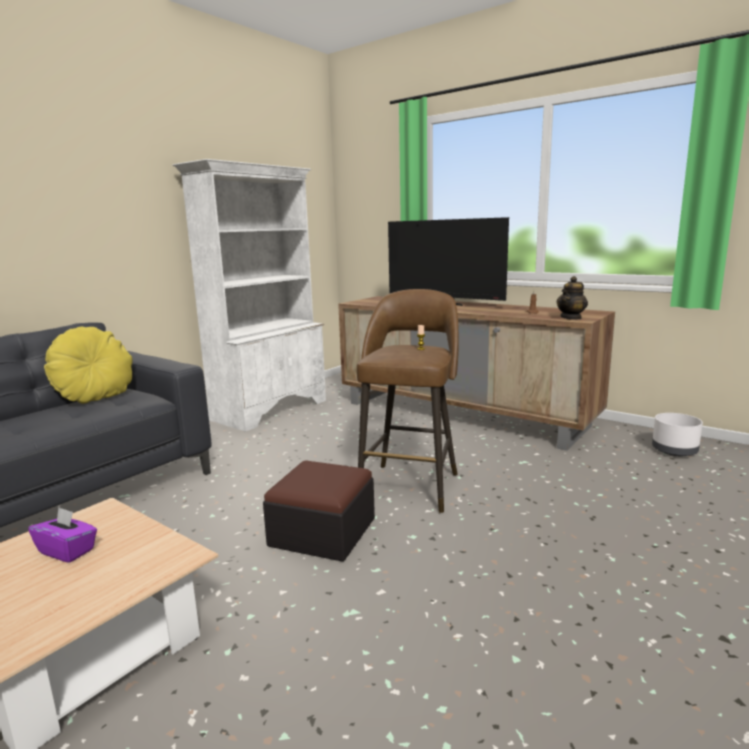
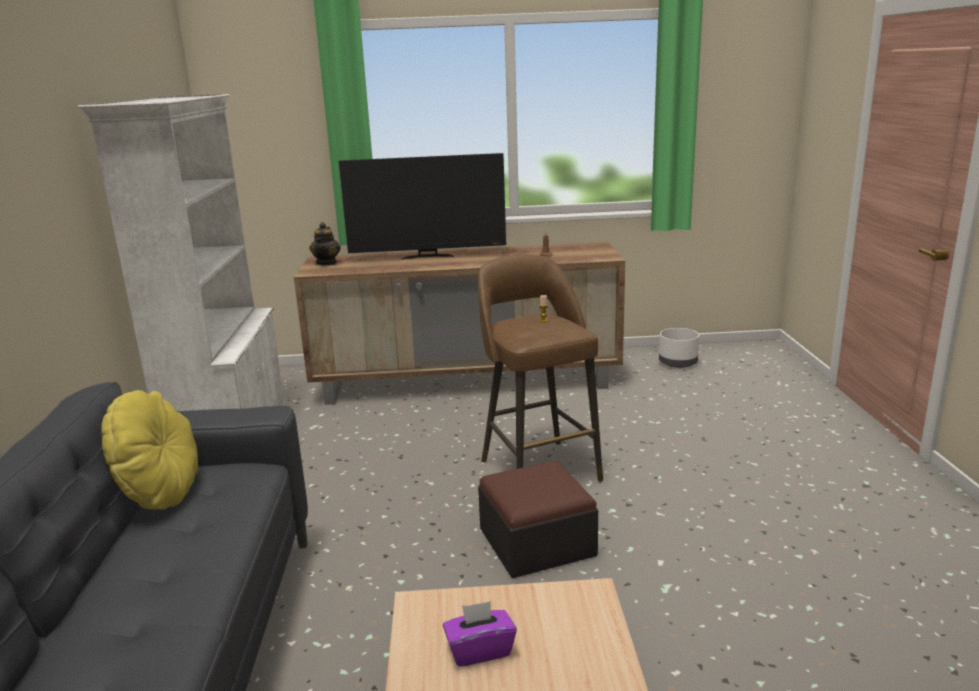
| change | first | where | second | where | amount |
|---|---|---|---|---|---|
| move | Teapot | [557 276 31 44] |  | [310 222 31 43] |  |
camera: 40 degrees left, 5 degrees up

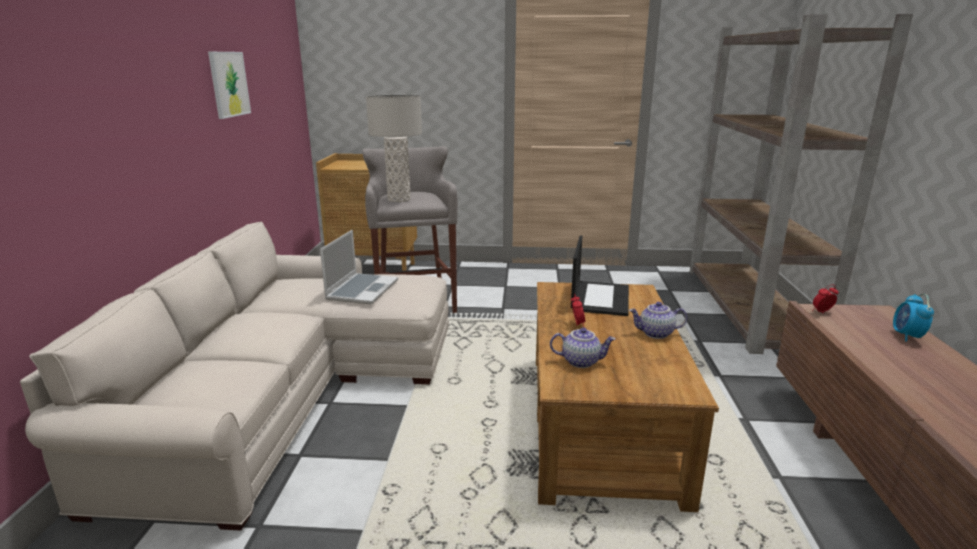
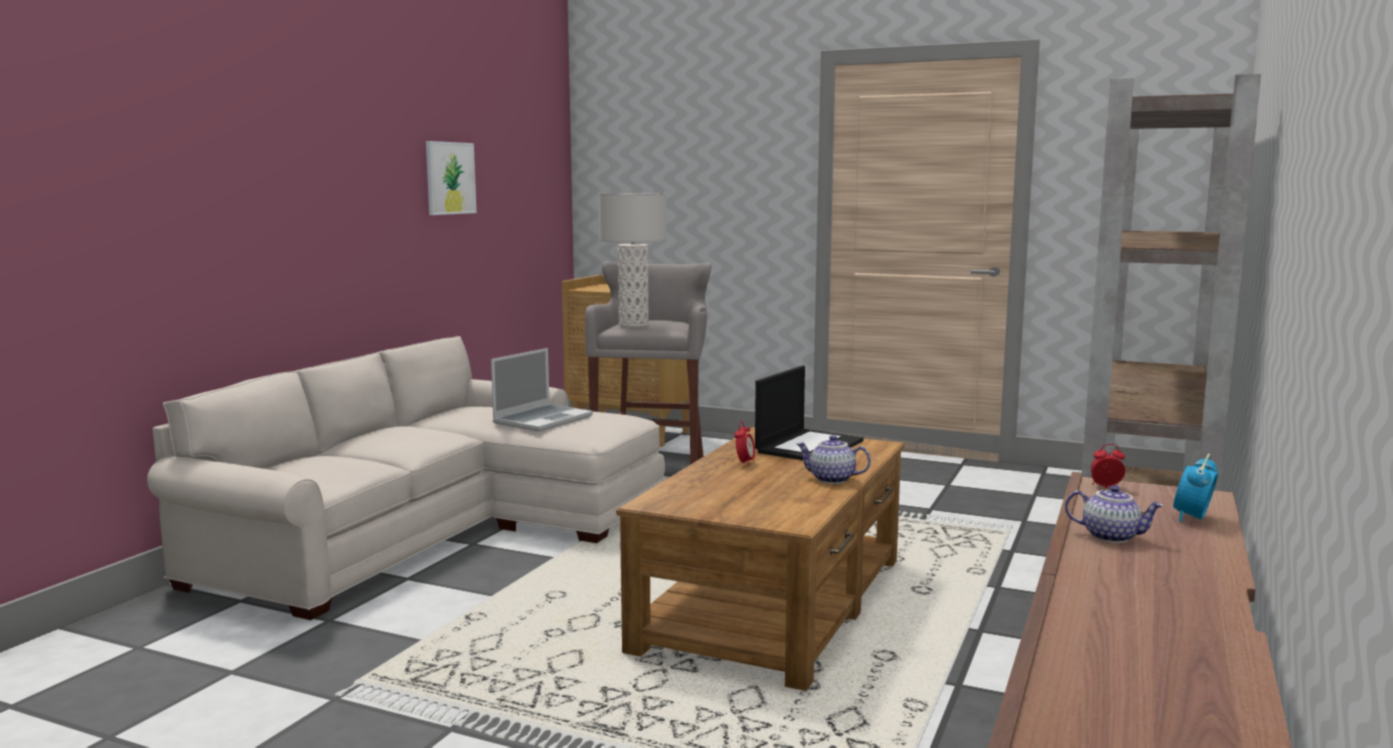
| change | first | where | second | where | amount |
|---|---|---|---|---|---|
| move | Teapot | [550 327 66 41] |  | [1065 485 99 58] |  |
camera: 20 degrees right, 10 degrees down

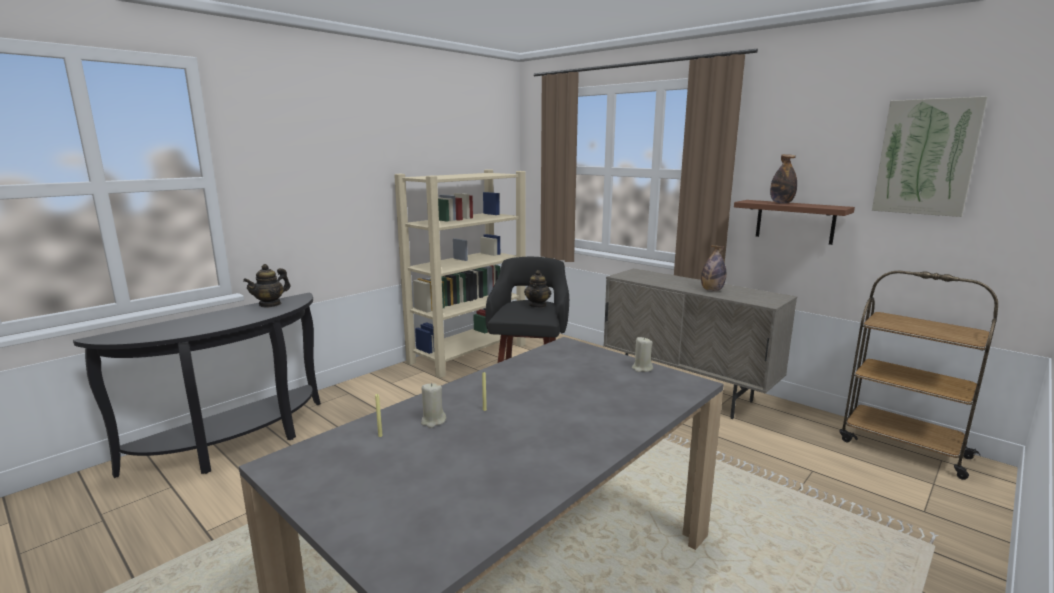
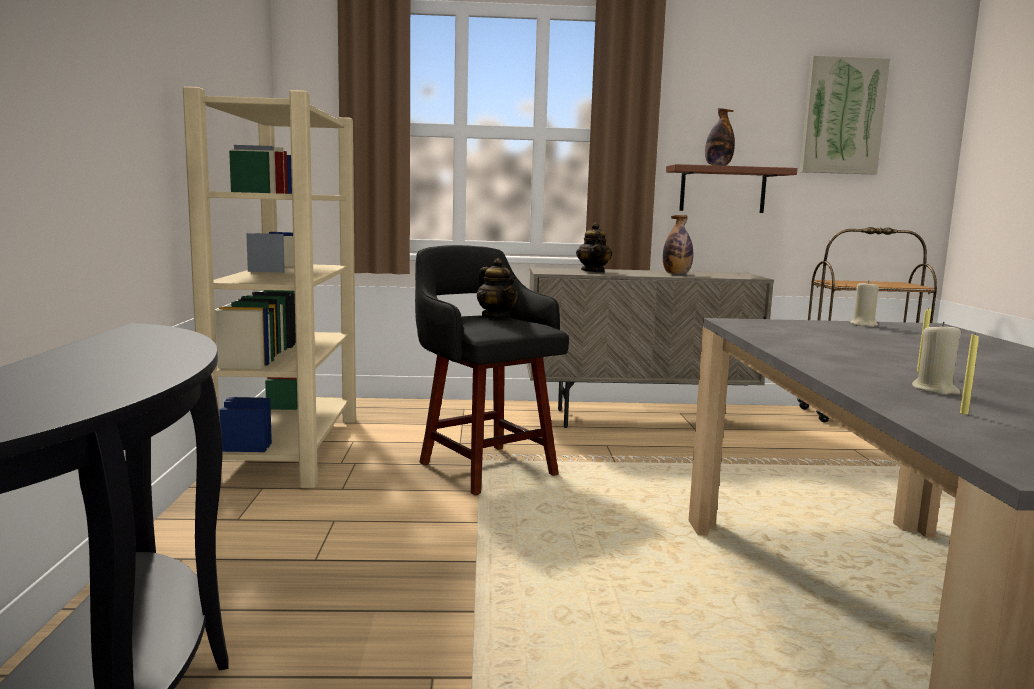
| change | first | where | second | where | amount |
|---|---|---|---|---|---|
| move | Teapot | [243 264 47 44] |  | [576 223 36 50] |  |
camera: 45 degrees left, 5 degrees down

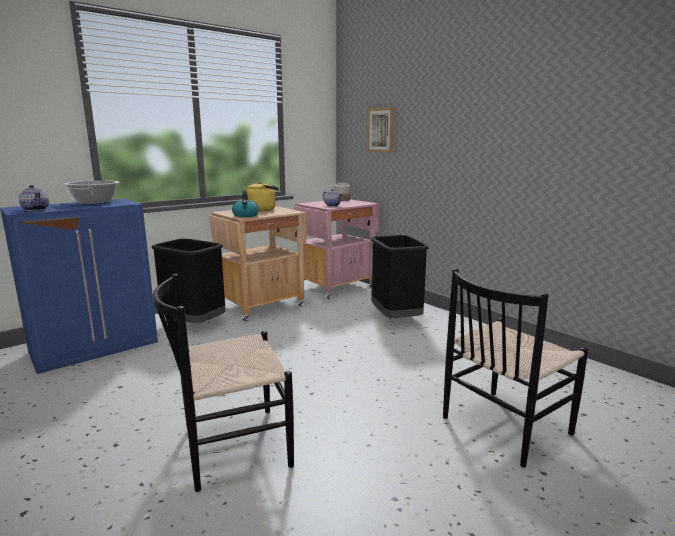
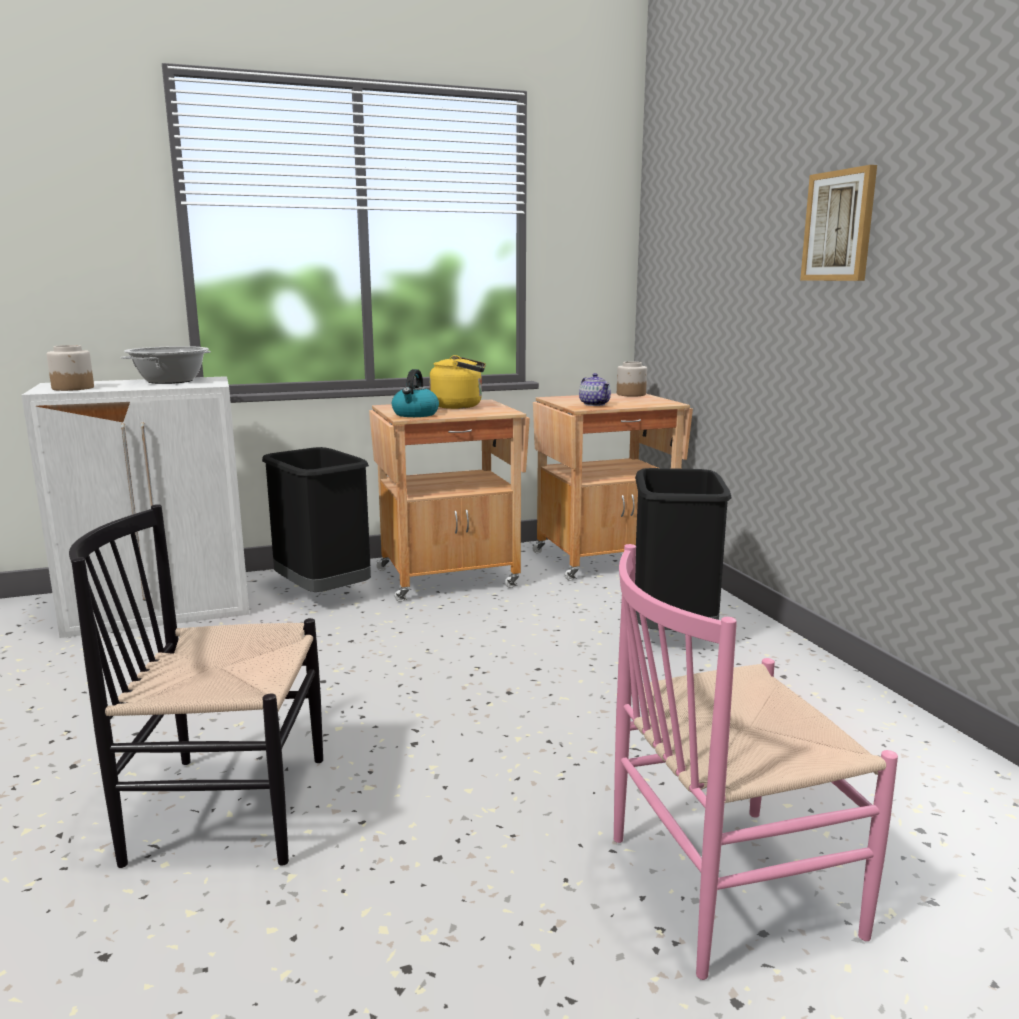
| change | first | where | second | where | amount |
|---|---|---|---|---|---|
| recolor | BlueCupboard | [0 199 158 175] | WhitishCupboard | [22 376 228 262] |  |
| replace | Teapot | [19 185 30 26] | Jar | [47 345 47 46] |  |
| recolor | PinkCart | [294 199 86 102] | BrownCart | [532 393 161 188] |  |
| move | WallPicture | [367 107 28 45] |  | [800 165 77 116] |  |
| recolor | BlackColouredPlainChair | [443 268 145 200] | PinkPlainChair | [614 544 284 436] |  |
camera: 20 degrees right, 0 degrees up

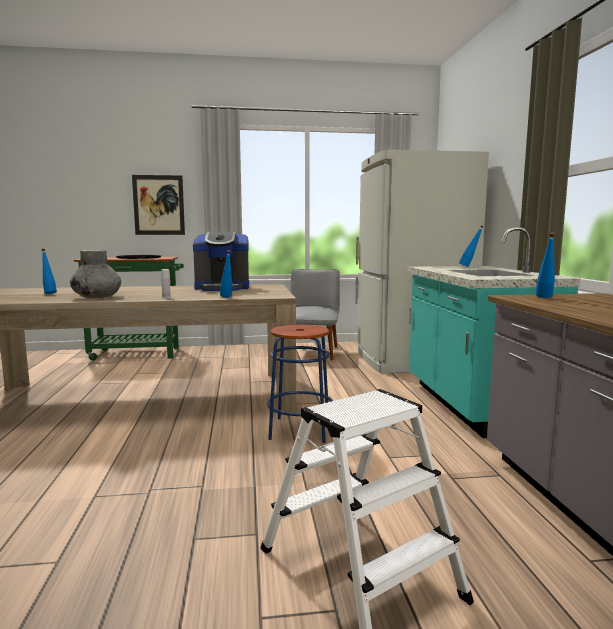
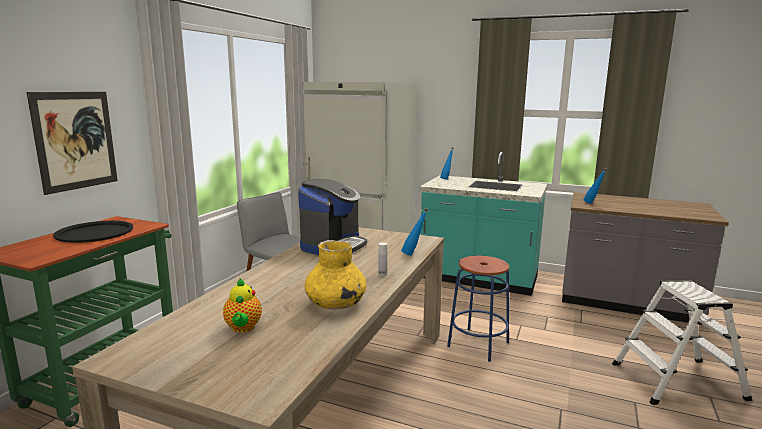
| change | first | where | second | where | amount |
|---|---|---|---|---|---|
| replace | BlueBottle | [41 249 16 45] | Teapot | [223 278 39 55] |  |
| recolor | GreyVase | [70 250 51 48] | YellowColouredVase | [305 240 61 70] |  |
camera: 60 degrees left, 5 degrees up

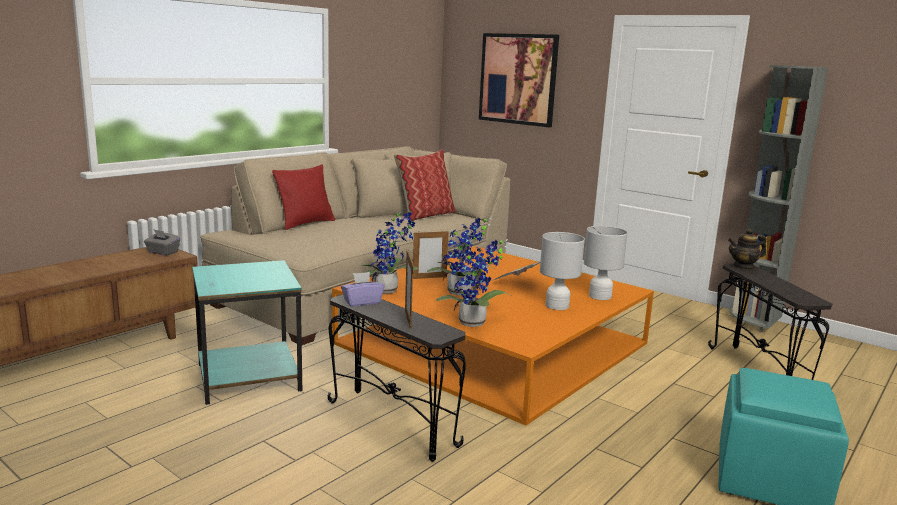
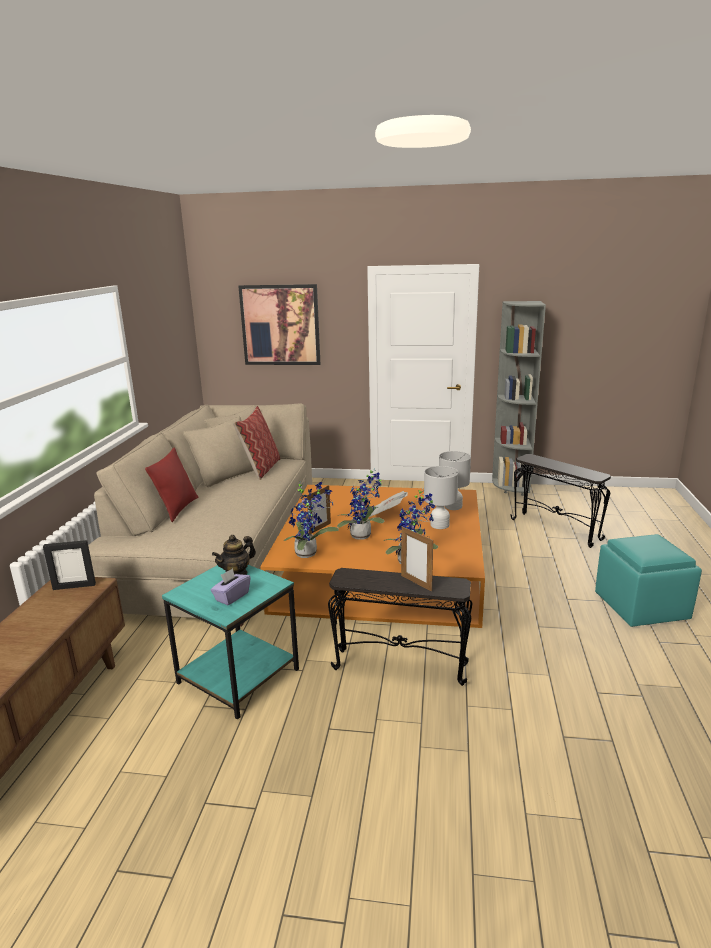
| change | first | where | second | where | amount |
|---|---|---|---|---|---|
| replace | GreyBoxOfTissues | [144 229 36 26] | PictureFrame | [43 540 53 50] |  |
| move | PurplishBoxOfTissues | [341 272 44 35] |  | [211 568 40 37] |  |
| move | Teapot | [728 228 39 42] |  | [212 535 44 40] |  |
camera: 30 degrees left, 5 degrees up

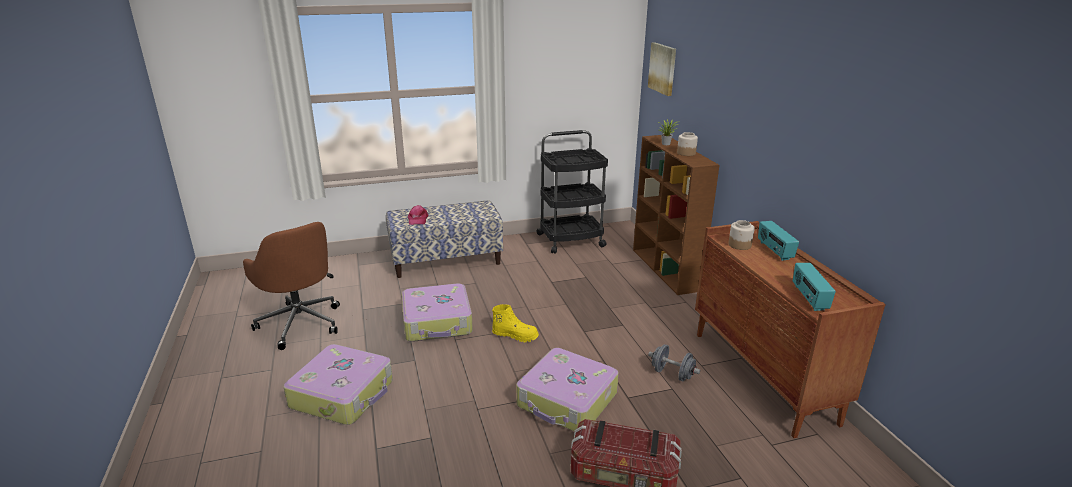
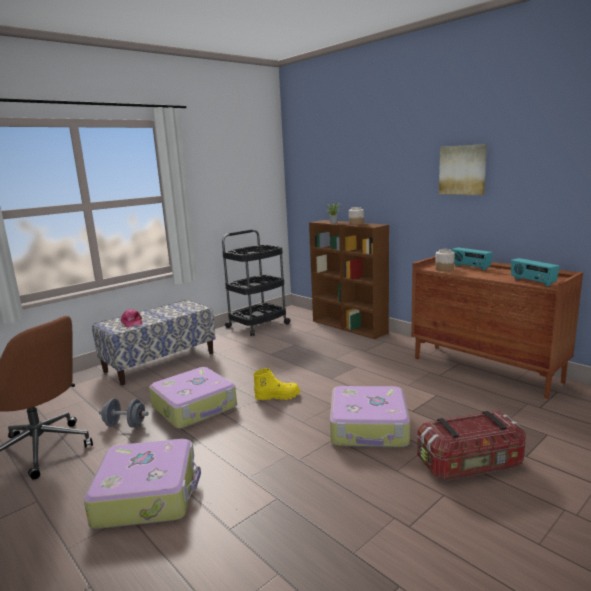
| change | first | where | second | where | amount |
|---|---|---|---|---|---|
| move | WallPicture | [648 42 28 54] |  | [439 144 48 51] |  |
| move | GreyFreeWeight | [648 344 52 38] |  | [99 399 49 29] |  |
camera: 25 degrees left, 10 degrees down

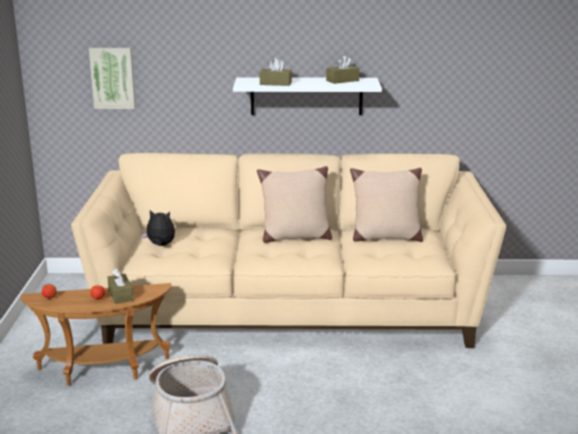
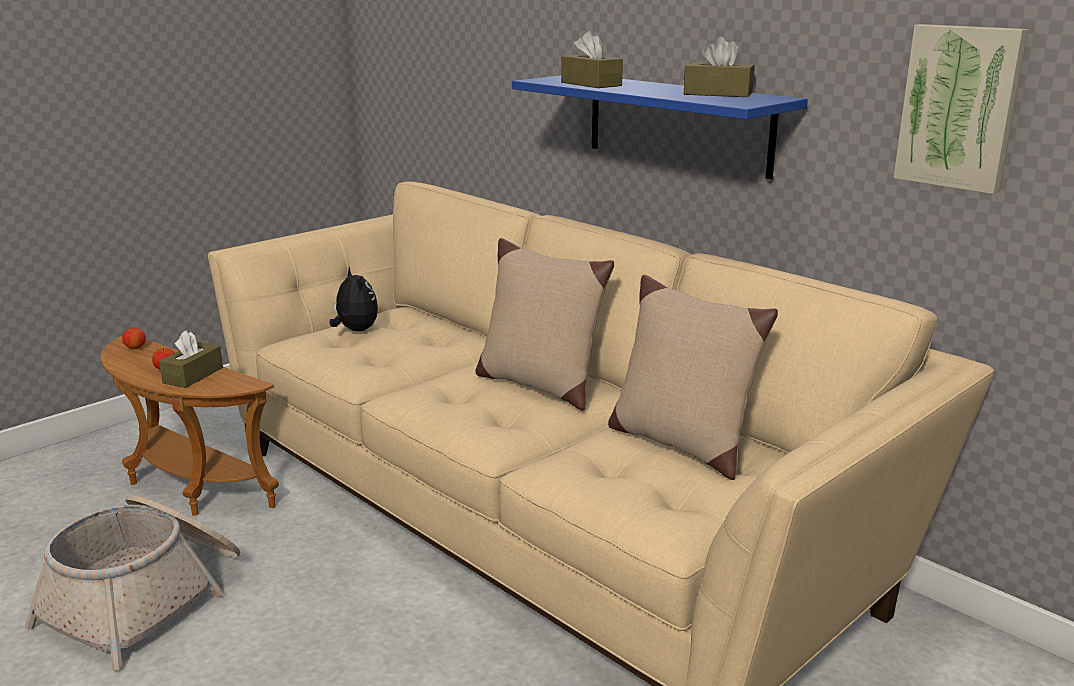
| change | first | where | second | where | amount |
|---|---|---|---|---|---|
| move | WallPicture | [89 48 47 61] |  | [894 24 134 170] |  |
| recolor | WhitishBracketShelf | [233 77 149 38] | BlueBracketShelf | [512 75 296 104] |  |
camera: 45 degrees right, 0 degrees up

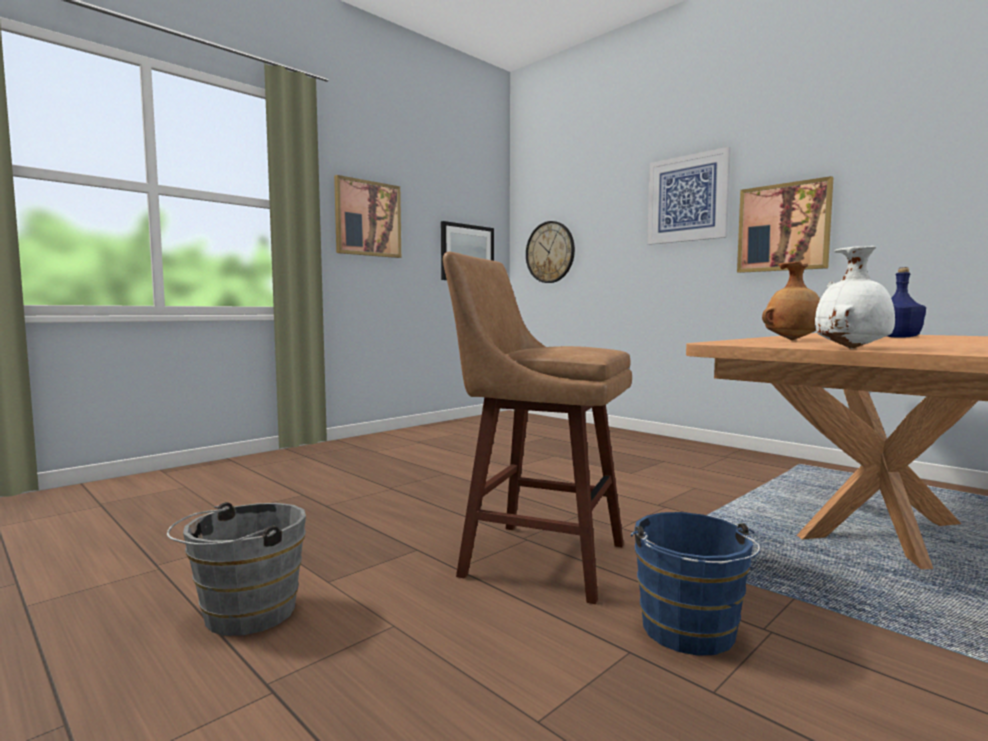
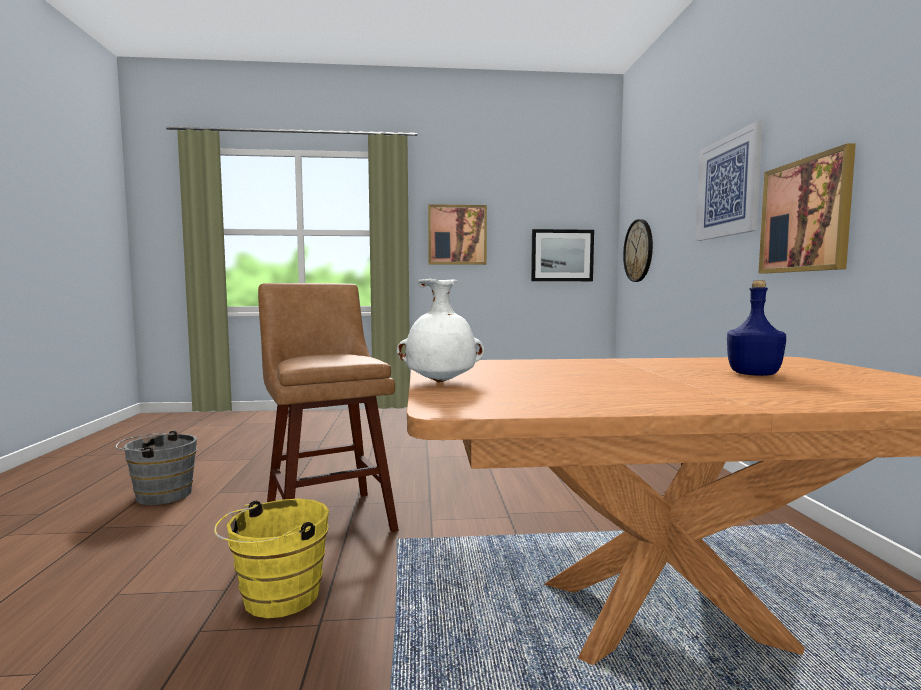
| change | first | where | second | where | amount |
|---|---|---|---|---|---|
| recolor | BlueBucket | [631 512 129 144] | YellowColouredBucket | [214 499 115 119] |  |
| delete | BrownVase | [762 262 58 78] |  |  |  |
camera: 40 degrees right, 0 degrees up

